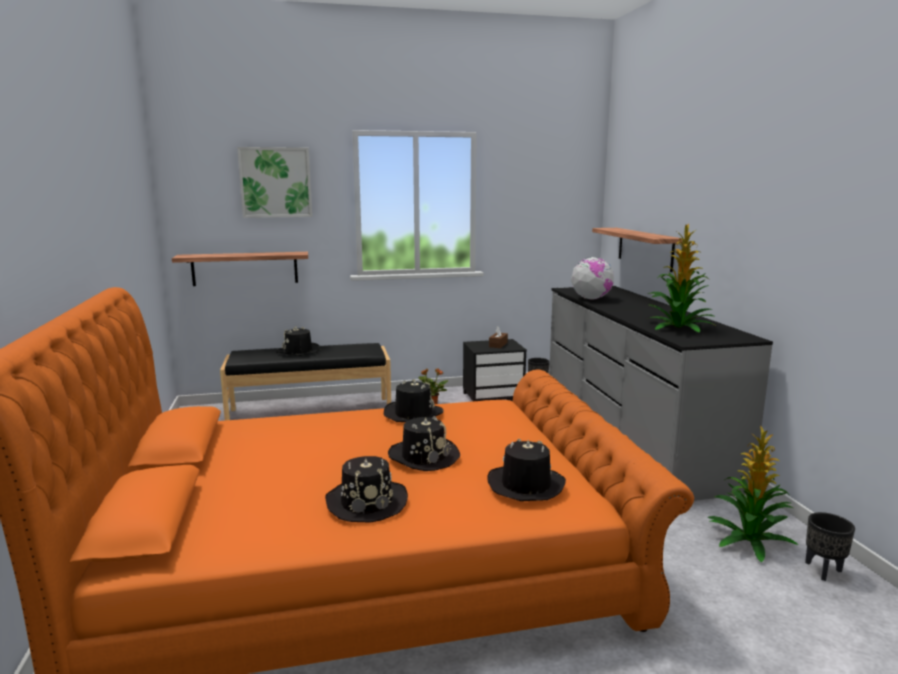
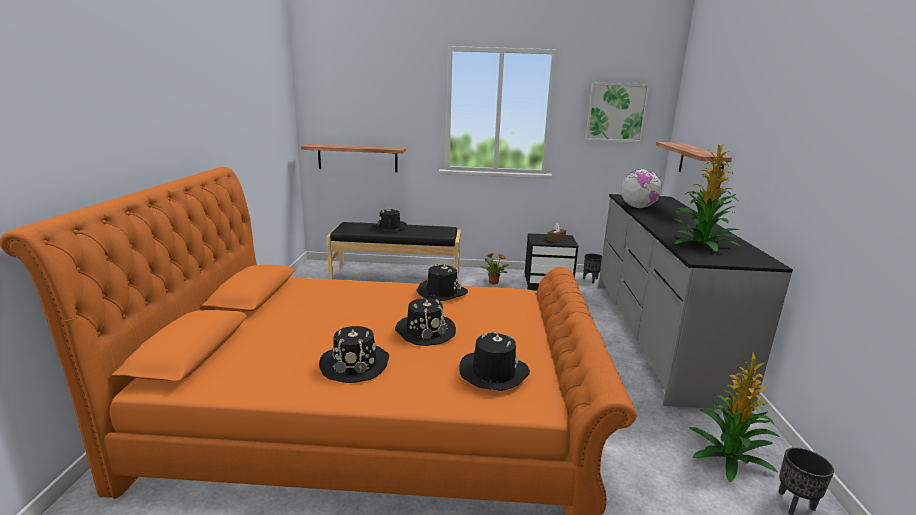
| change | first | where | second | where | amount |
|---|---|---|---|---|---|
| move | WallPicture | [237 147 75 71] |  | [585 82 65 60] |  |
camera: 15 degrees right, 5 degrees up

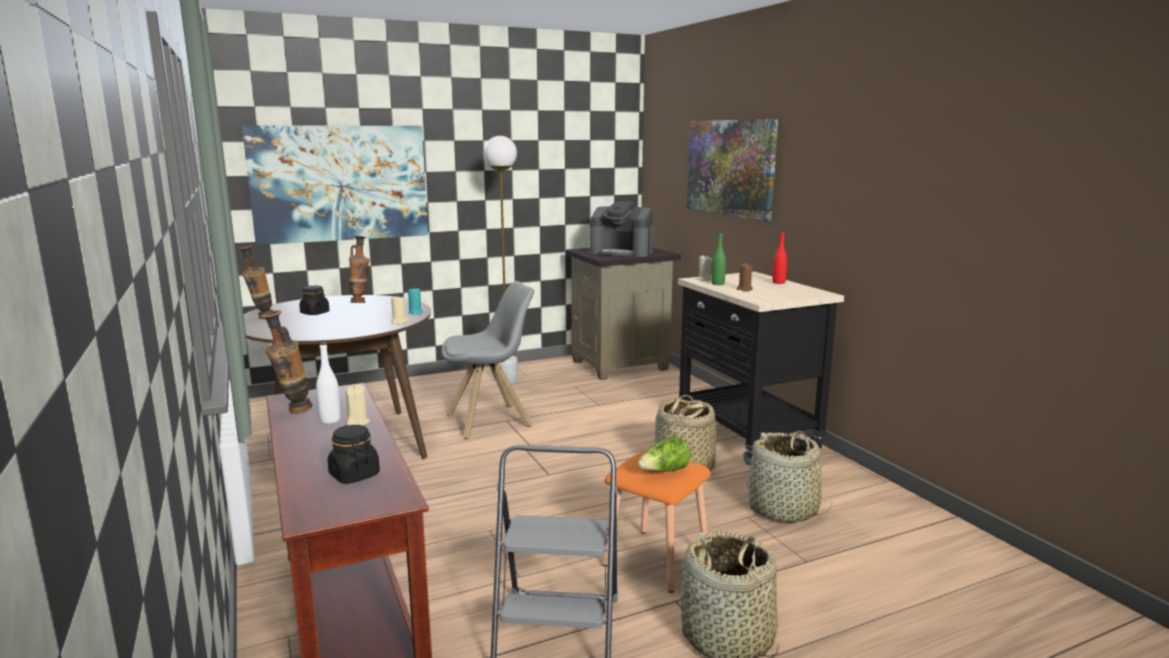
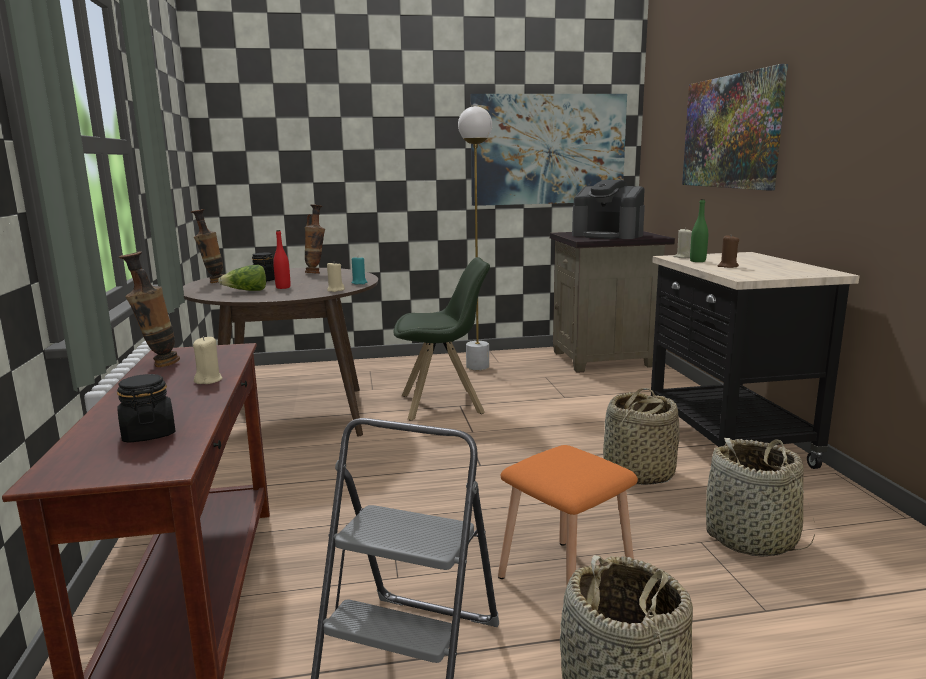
| change | first | where | second | where | amount |
|---|---|---|---|---|---|
| move | WallPicture | [242 125 186 120] |  | [470 94 157 112] |  |
| delete | WhitishBottle | [316 342 25 82] |  |  |  |
| recolor | GreyPlainChair | [442 281 92 158] | GreenPlainChair | [394 257 96 164] |  |
| move | Lettuce | [638 437 53 35] |  | [218 265 48 26] |  |
| move | RedBottle | [772 232 15 52] |  | [273 230 17 59] |  |
camera: 15 degrees right, 0 degrees up

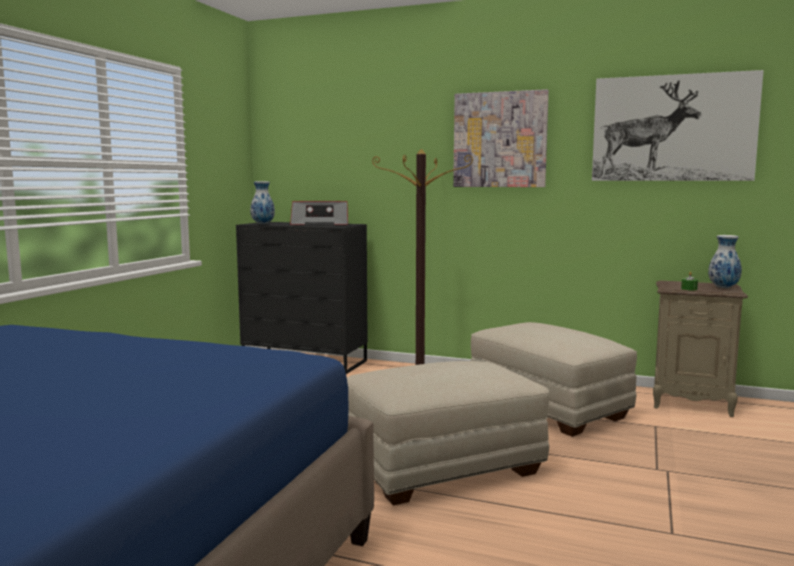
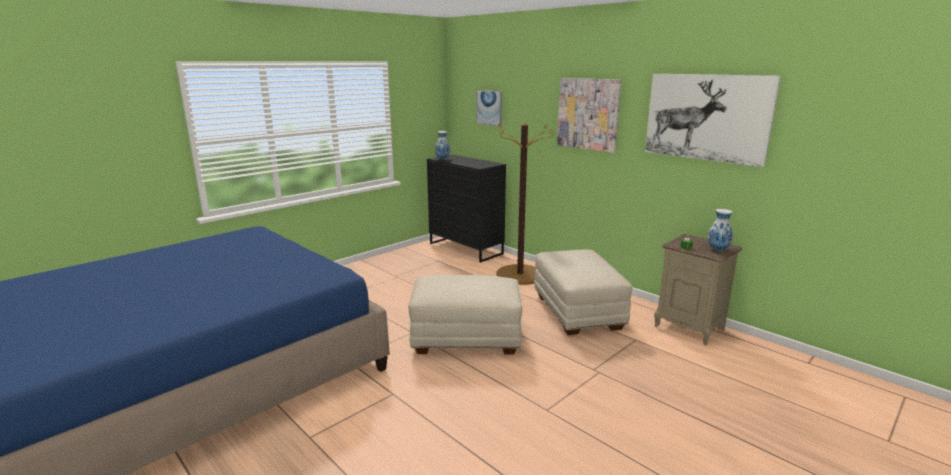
| change | first | where | second | where | amount |
|---|---|---|---|---|---|
| delete | RadioSet | [290 201 58 24] |  |  |  |
| insert |  |  | WallPicture | [477 90 25 36] |  |
camera: 25 degrees right, 10 degrees up

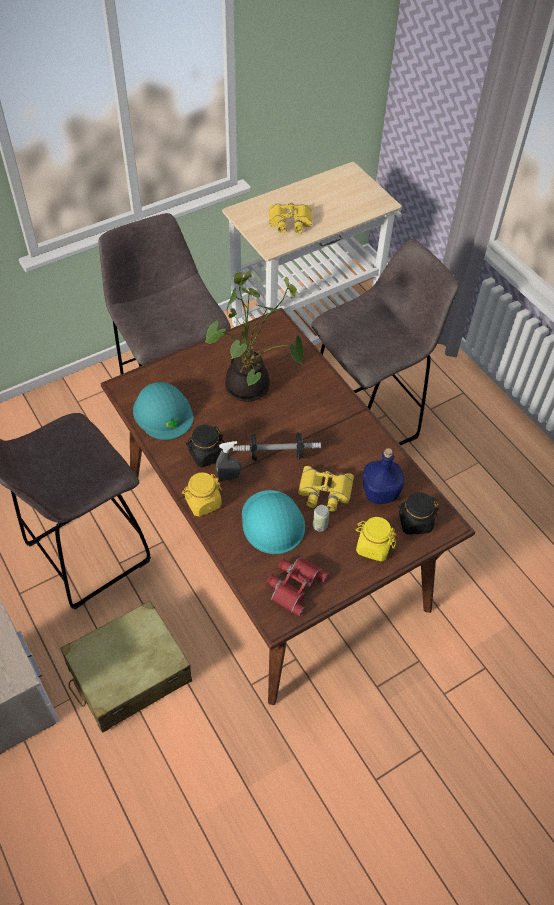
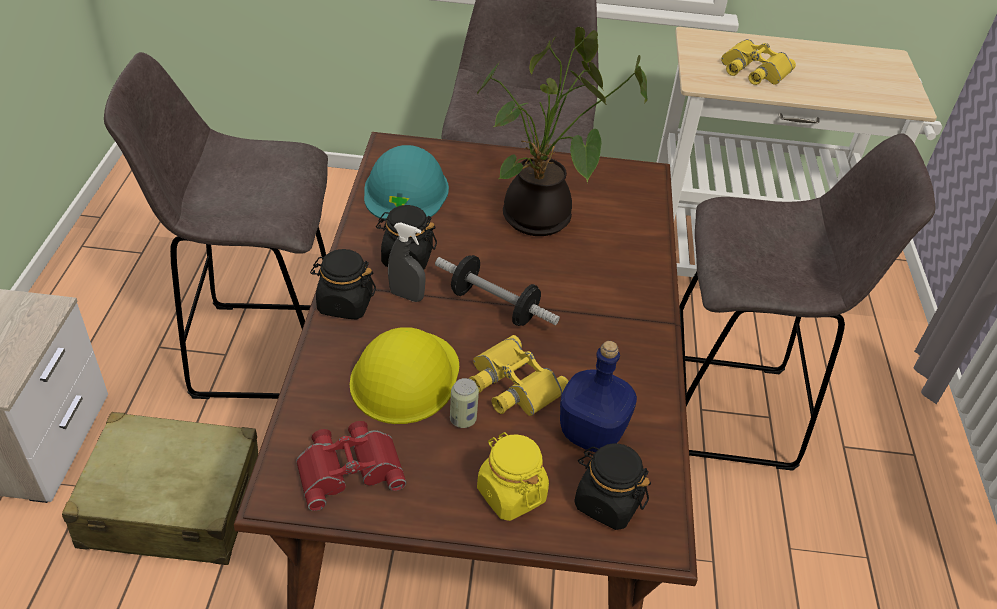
| change | first | where | second | where | amount |
|---|---|---|---|---|---|
| recolor | YellowColouredJar | [182 472 40 45] | BlackColouredJar | [310 249 66 71] |  |
| recolor | TurquoiseWorkHelmet | [242 490 63 64] | YellowColouredWorkHelmet | [350 327 109 97] |  |
camera: 35 degrees right, 10 degrees down

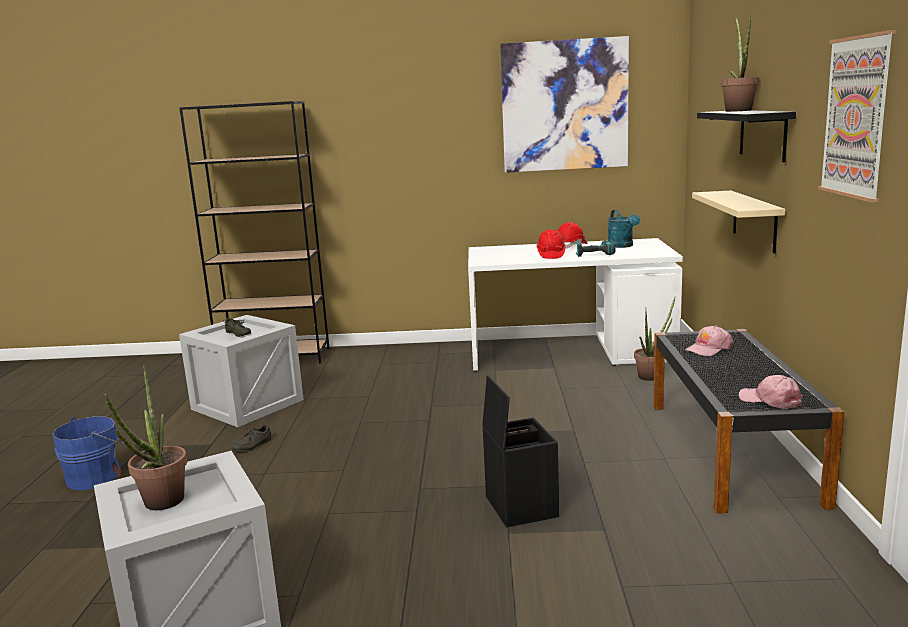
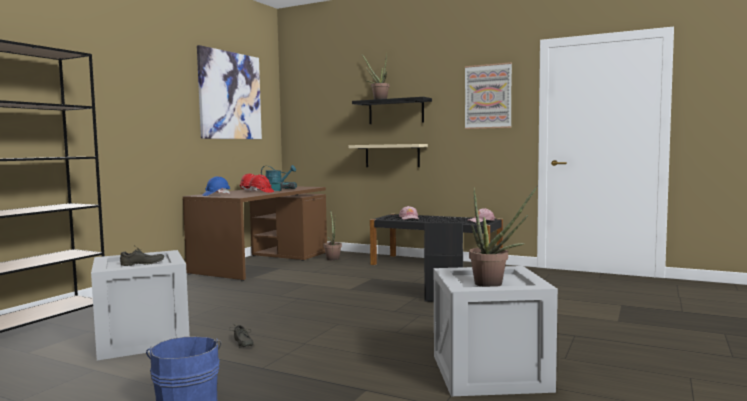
| change | first | where | second | where | amount |
|---|---|---|---|---|---|
| recolor | WhitishDeskUnit | [468 238 215 134] | BrownDeskUnit | [183 186 144 95] |  |
| insert |  |  | BlueWorkHelmet | [203 176 27 20] |  |
camera: 65 degrees left, 10 degrees down

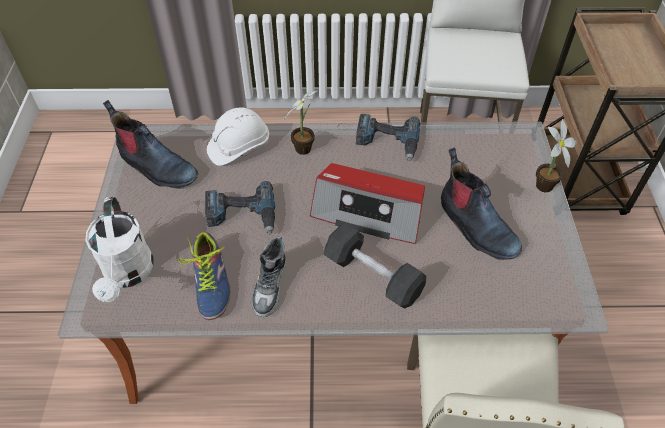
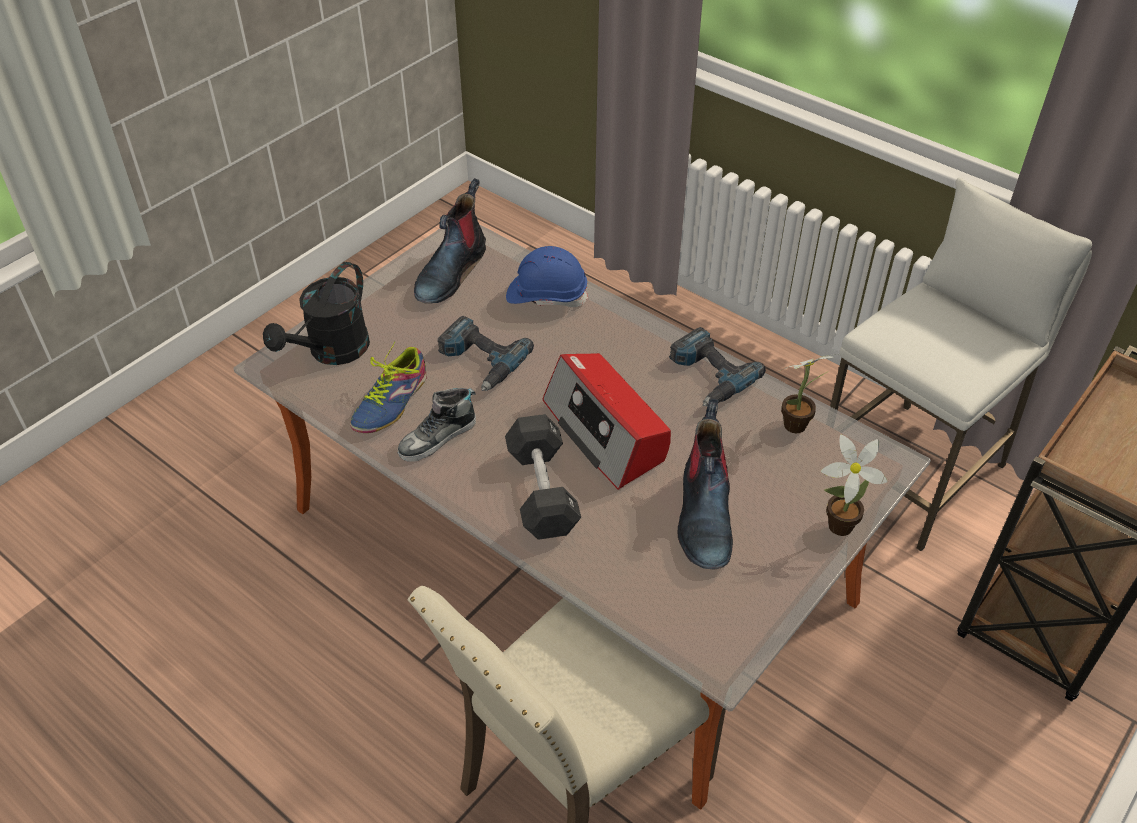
| change | first | where | second | where | amount |
|---|---|---|---|---|---|
| recolor | WhitishSprinklingCan | [85 197 69 105] | BlackColouredSprinklingCan | [263 262 107 103] |  |
| rotate | Boot | [103 100 95 88] |  | [414 178 72 126] | 45 degrees clockwise |
| recolor | WhitishWorkHelmet | [207 108 62 58] | BlueWorkHelmet | [506 246 82 61] |  |
| move | PlantInAPot | [284 88 34 67] |  | [778 354 57 79] |  |
camera: 40 degrees right, 5 degrees down

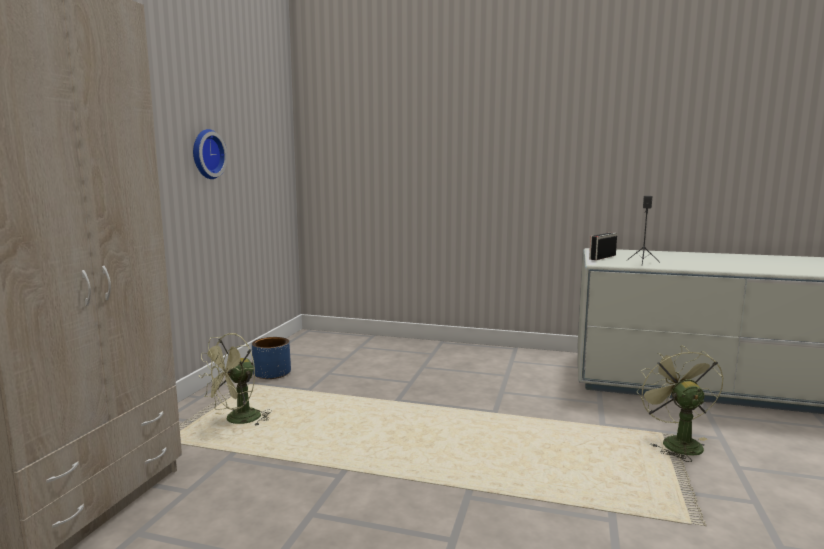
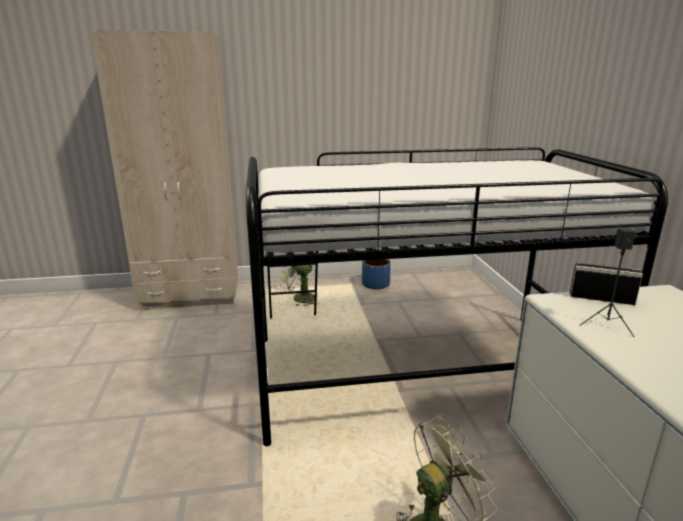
| change | first | where | second | where | amount |
|---|---|---|---|---|---|
| delete | ClockOnTheWall | [193 129 34 50] |  |  |  |
| insert |  |  | BlackColouredBed | [246 147 422 299] |  |
camera: 65 degrees right, 10 degrees up

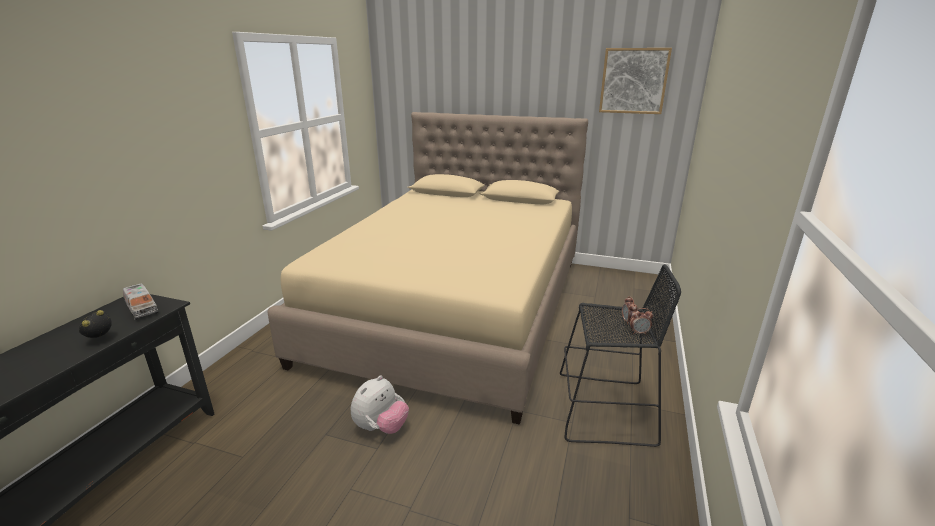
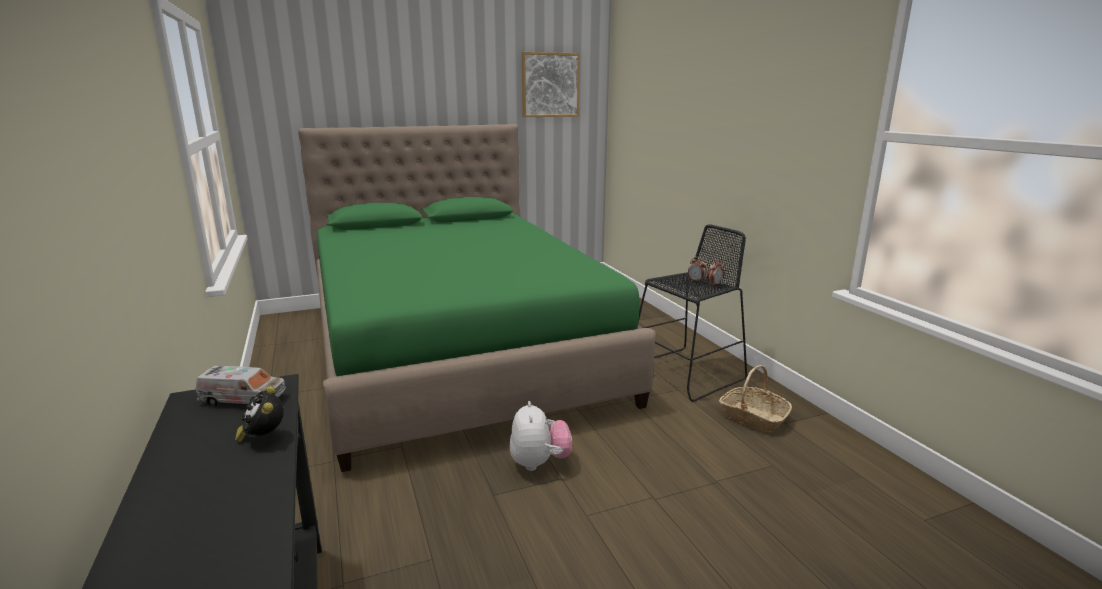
| change | first | where | second | where | amount |
|---|---|---|---|---|---|
| recolor | SandColouredBed | [267 112 321 313] | GreenBed | [298 124 358 348] |  |
| insert |  |  | Basket | [719 365 73 68] |  |
camera: 40 degrees left, 5 degrees down

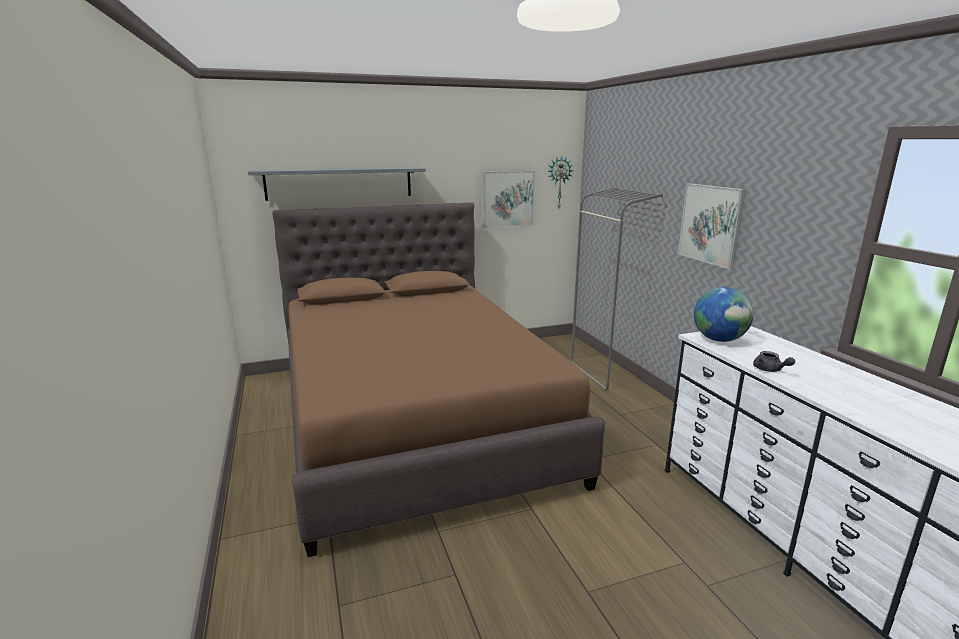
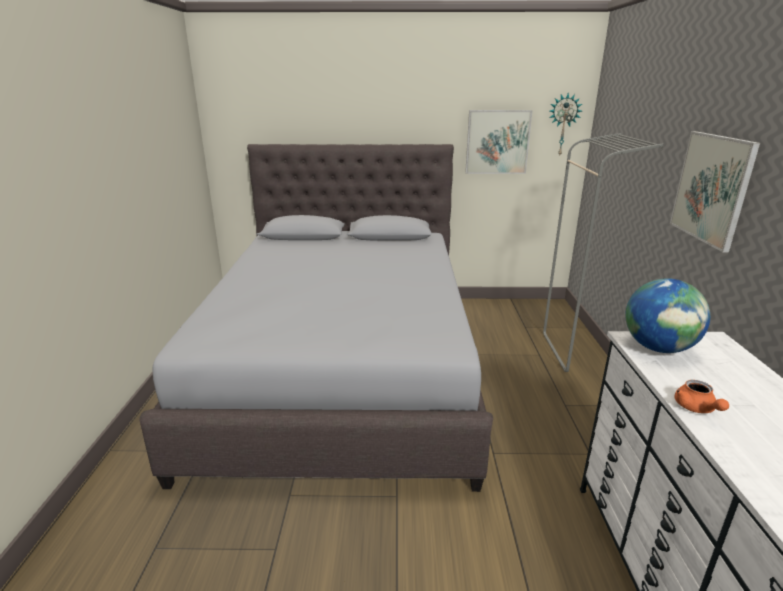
| change | first | where | second | where | amount |
|---|---|---|---|---|---|
| delete | GreyBracketShelf | [248 167 178 34] |  |  |  |
| recolor | BrownBed | [272 202 333 355] | GreyBed | [139 144 354 348] |  |
| recolor | GreyTeapot | [753 351 42 21] | OrangeTeapot | [675 380 54 33] |  |
camera: 20 degrees right, 5 degrees up

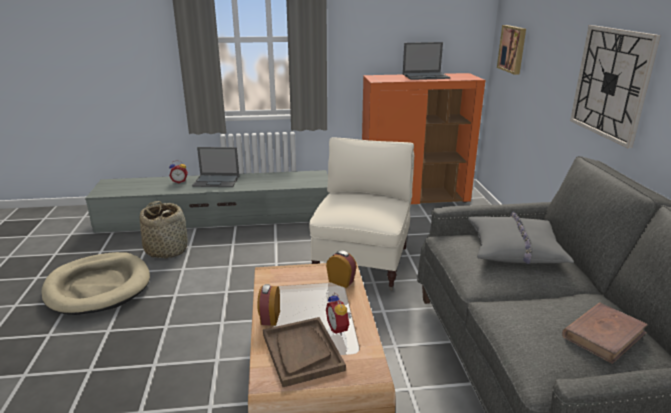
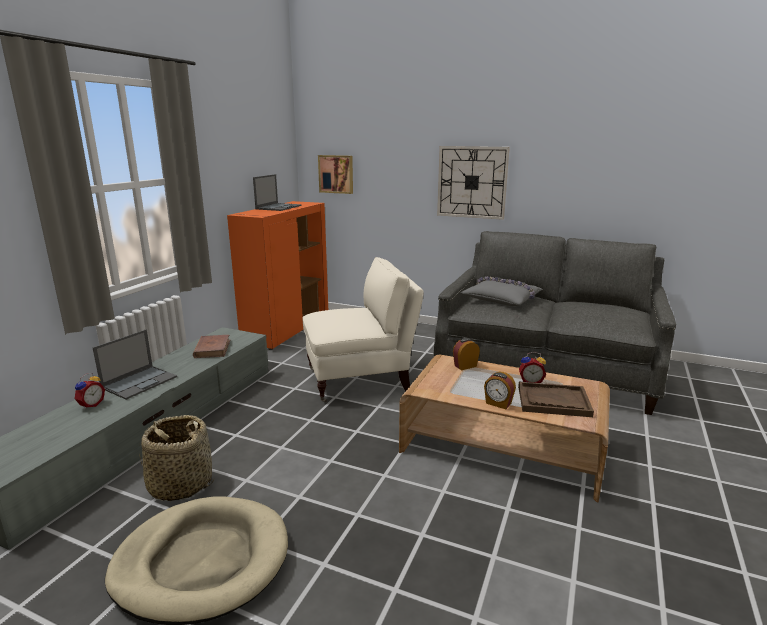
| change | first | where | second | where | amount |
|---|---|---|---|---|---|
| rotate | SandColouredArmchair | [309 137 105 154] |  | [302 257 121 146] | 120 degrees clockwise |
| move | BrownBoundBook | [562 302 86 62] |  | [193 335 38 23] |  |
camera: 60 degrees left, 5 degrees down

